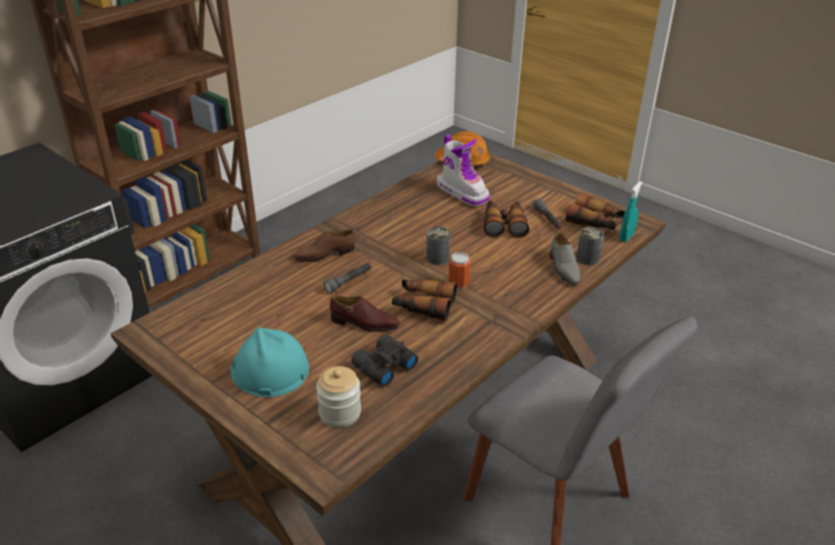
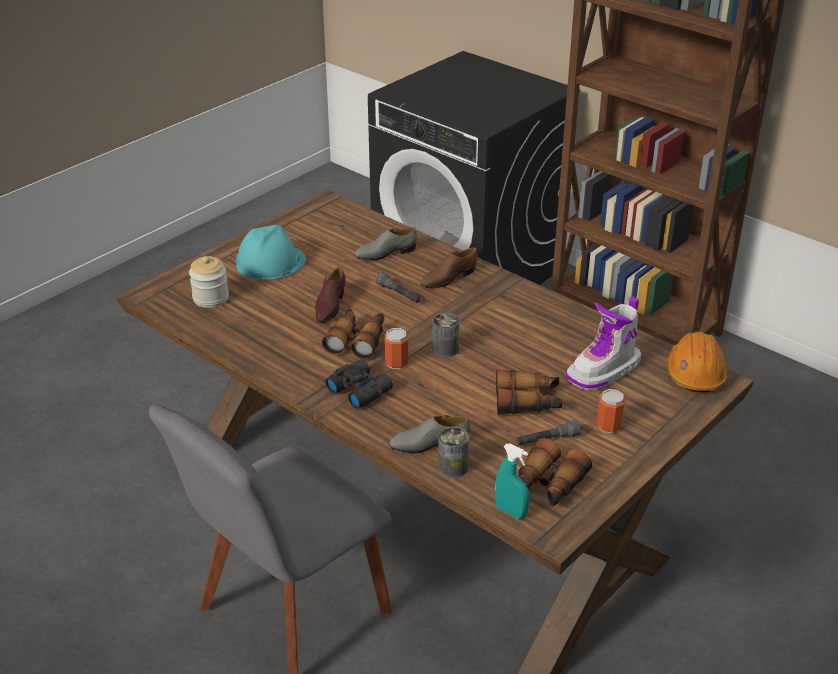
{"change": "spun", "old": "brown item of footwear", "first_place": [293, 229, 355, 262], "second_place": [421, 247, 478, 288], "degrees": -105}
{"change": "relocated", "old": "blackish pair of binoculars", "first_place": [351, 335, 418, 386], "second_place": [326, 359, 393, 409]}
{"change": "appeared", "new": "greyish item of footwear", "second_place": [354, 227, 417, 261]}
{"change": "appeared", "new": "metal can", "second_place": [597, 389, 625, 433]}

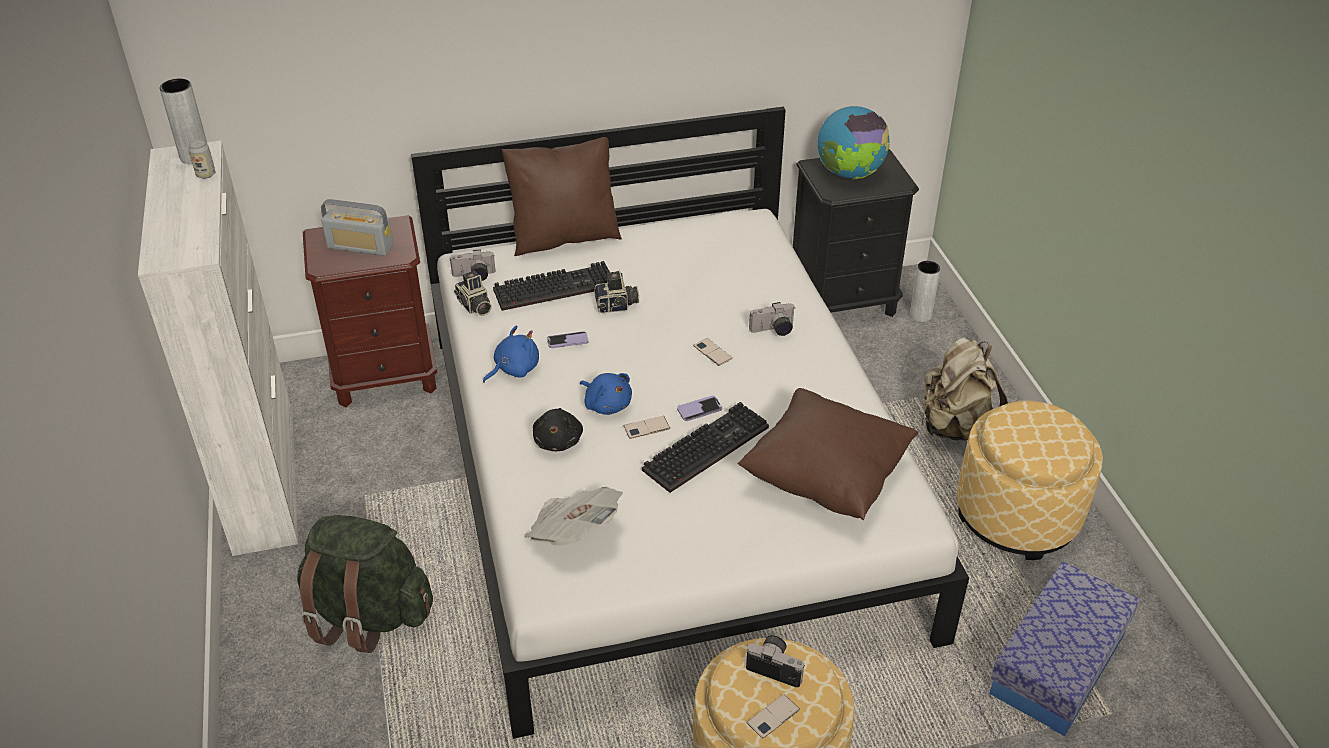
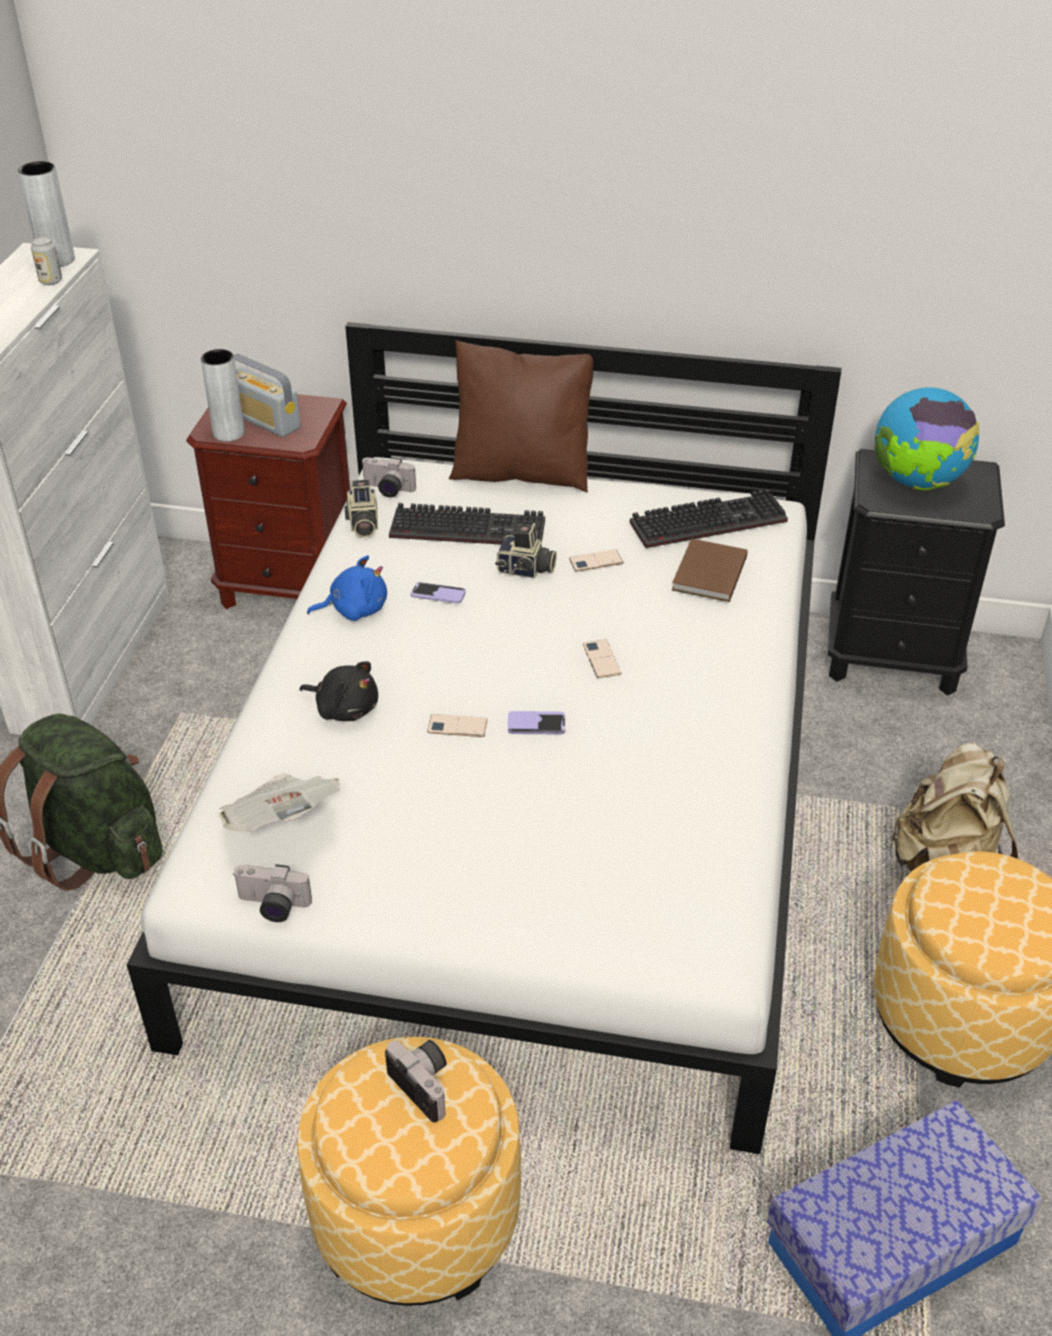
{"change": "relocated", "old": "greyish vase", "first_place": [910, 261, 940, 322], "second_place": [201, 349, 245, 441]}
{"change": "relocated", "old": "still camera", "first_place": [749, 302, 795, 336], "second_place": [232, 864, 312, 922]}
{"change": "missing", "old": "bluish cuddly toy", "first_place": [580, 373, 632, 415]}
{"change": "missing", "old": "brown throw pillow", "first_place": [738, 388, 919, 520]}
{"change": "relocated", "old": "PC keyboard", "first_place": [642, 402, 769, 493], "second_place": [630, 489, 788, 548]}
{"change": "spun", "old": "blackish cuddly toy", "first_place": [533, 408, 583, 451], "second_place": [299, 661, 378, 721], "degrees": -90}
{"change": "relocated", "old": "phone", "first_place": [747, 694, 800, 739], "second_place": [569, 549, 624, 572]}
{"change": "appeared", "new": "brown bound book", "second_place": [672, 539, 748, 602]}

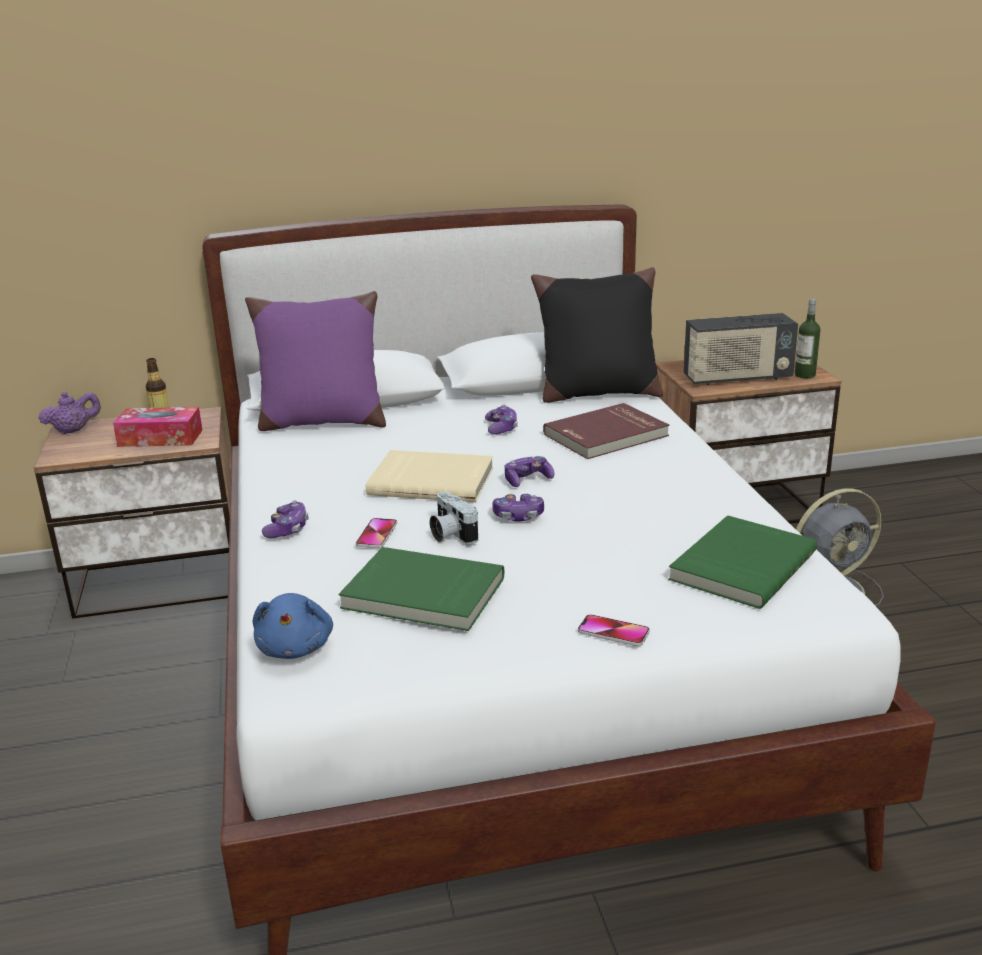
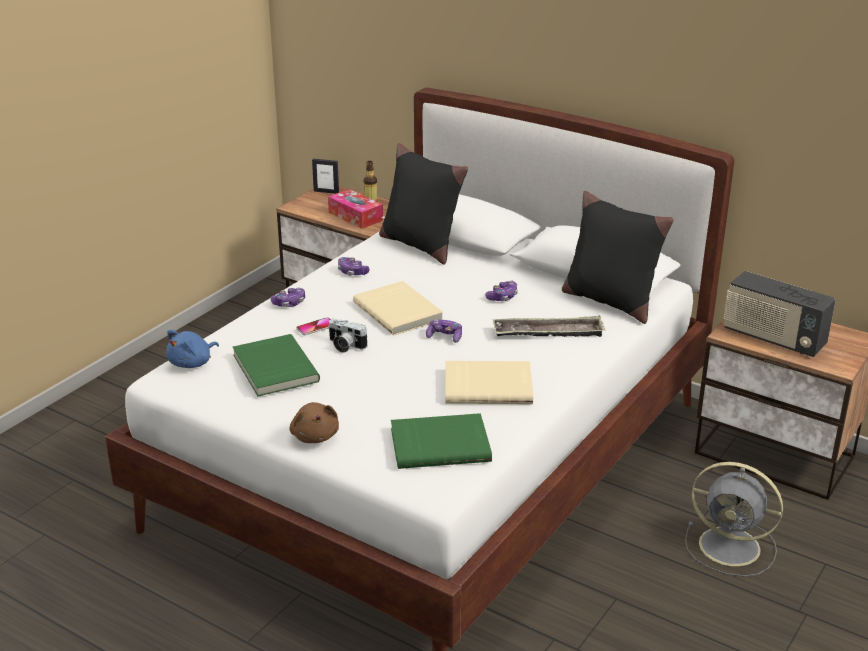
{"change": "colour", "old": "purple-coloured throw pillow", "new": "blackish throw pillow", "first_place": [245, 291, 386, 431], "second_place": [379, 143, 468, 265]}
{"change": "missing", "old": "drink bottle", "first_place": [795, 299, 820, 378]}
{"change": "exchanged", "old": "purple-coloured tea pot", "new": "standing frame", "first_place": [38, 391, 101, 434], "second_place": [312, 159, 339, 194]}
{"change": "exchanged", "old": "red-coloured bound book", "new": "serving tray", "first_place": [543, 403, 669, 459], "second_place": [493, 316, 606, 337]}
{"change": "spun", "old": "still camera", "first_place": [430, 492, 478, 544], "second_place": [328, 319, 367, 353], "degrees": -75}
{"change": "relocated", "old": "game controller", "first_place": [492, 493, 544, 522], "second_place": [338, 257, 370, 275]}
{"change": "exchanged", "old": "phone", "new": "brown cuddly toy", "first_place": [578, 614, 650, 646], "second_place": [290, 402, 339, 443]}
{"change": "appeared", "new": "beige bound book", "second_place": [445, 361, 533, 404]}

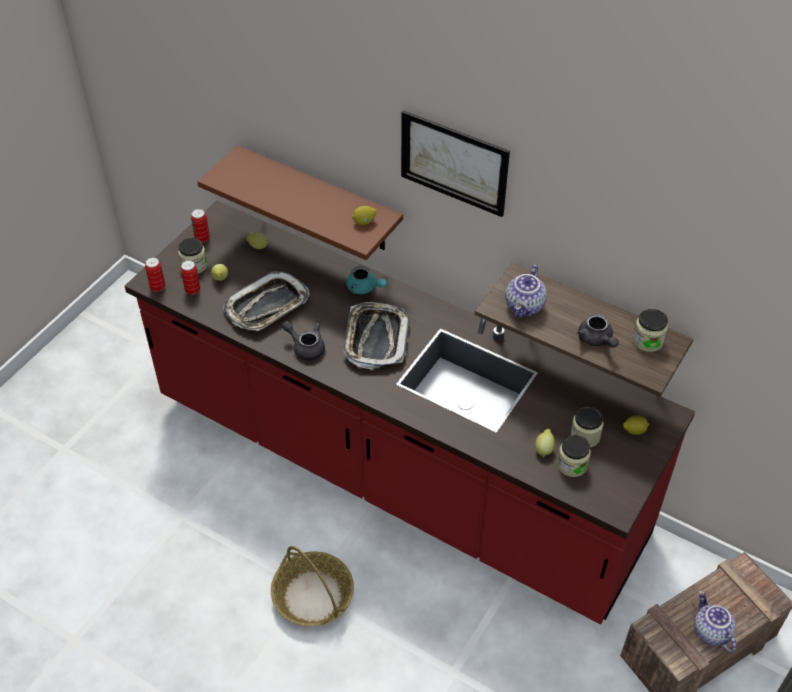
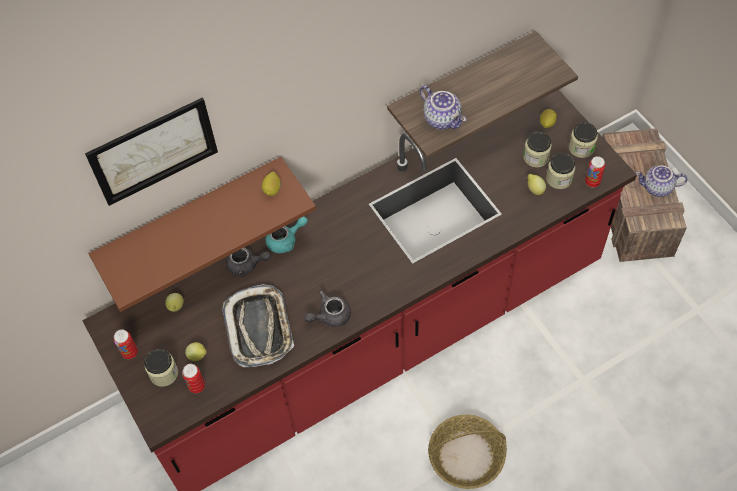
{"change": "relocated", "old": "picture", "first_place": [401, 110, 510, 217], "second_place": [85, 97, 218, 206]}
{"change": "relocated", "old": "metal can", "first_place": [145, 257, 165, 292], "second_place": [585, 156, 605, 188]}
{"change": "missing", "old": "serving tray", "first_place": [343, 302, 409, 369]}
{"change": "relocated", "old": "jar", "first_place": [633, 309, 668, 352], "second_place": [569, 122, 598, 158]}
{"change": "relocated", "old": "greyish tea pot", "first_place": [577, 314, 619, 348], "second_place": [226, 247, 271, 277]}

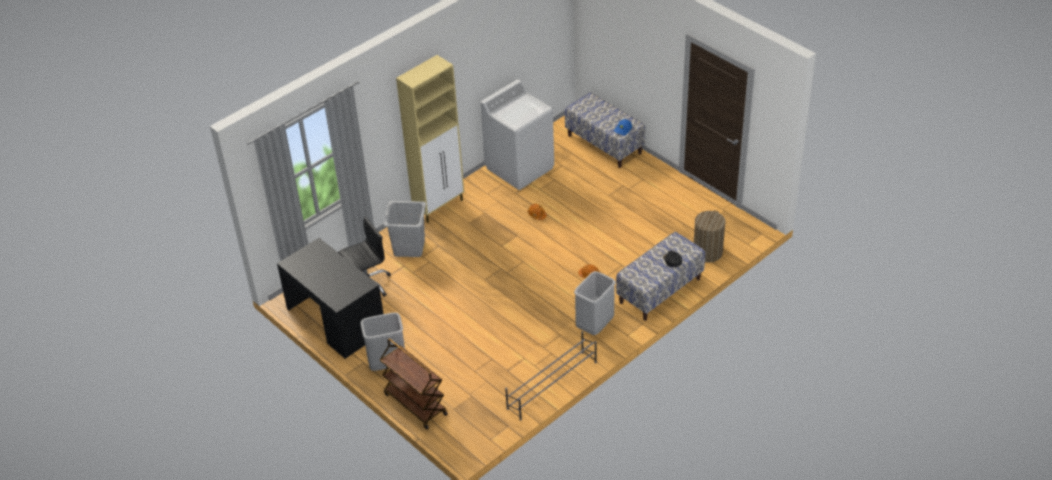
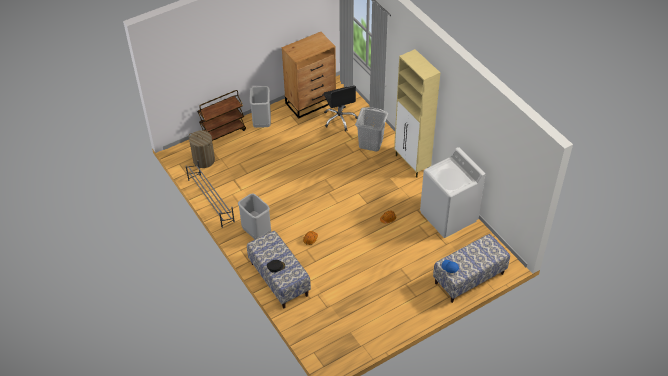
{"change": "relocated", "old": "washing basket", "first_place": [694, 210, 726, 263], "second_place": [189, 130, 215, 168]}
{"change": "exchanged", "old": "blackish desk unit", "new": "brown drawer chest", "first_place": [277, 238, 383, 359], "second_place": [282, 32, 336, 119]}

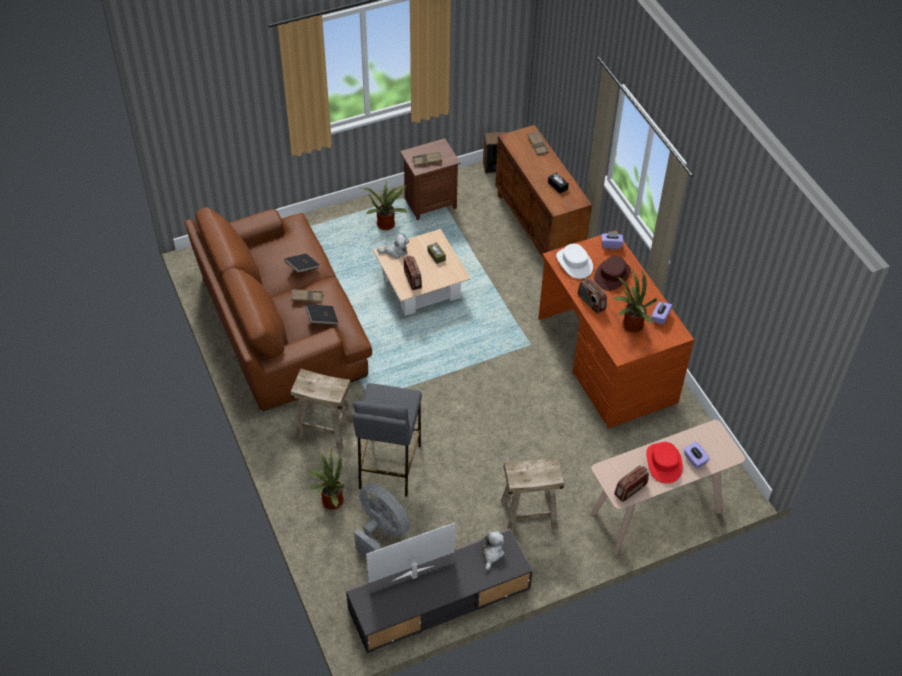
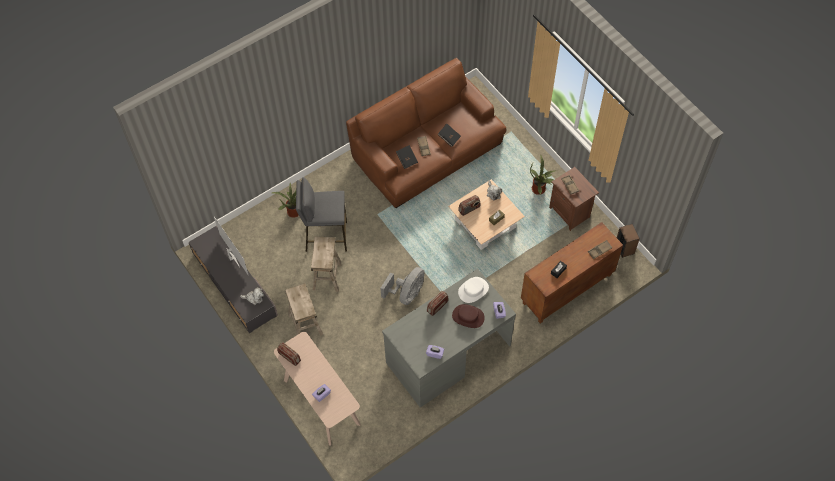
{"change": "colour", "old": "brown desk unit", "new": "greyish desk unit", "first_place": [538, 230, 694, 429], "second_place": [382, 269, 516, 407]}
{"change": "missing", "old": "potted plant", "first_place": [612, 269, 657, 333]}
{"change": "relocated", "old": "beige sitting stool", "first_place": [291, 369, 353, 450], "second_place": [311, 237, 342, 292]}
{"change": "missing", "old": "red-coloured clothing hat", "first_place": [646, 442, 683, 483]}
{"change": "relocated", "old": "greyish cooling fan", "first_place": [354, 484, 410, 557], "second_place": [381, 267, 425, 305]}

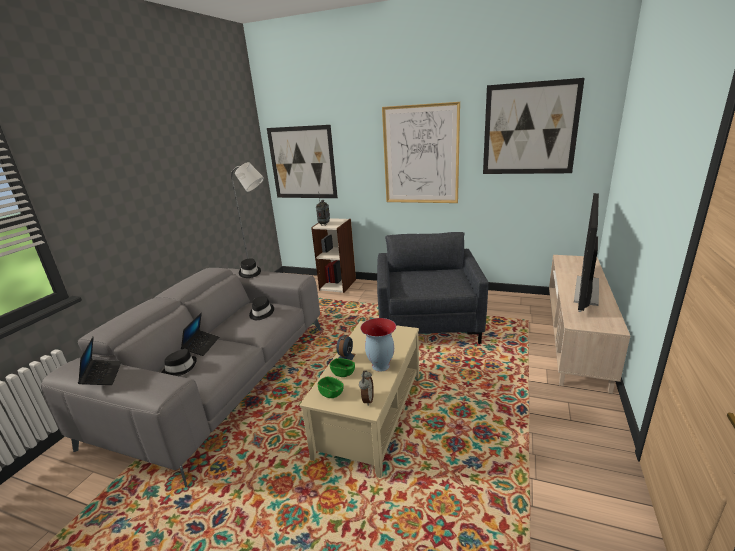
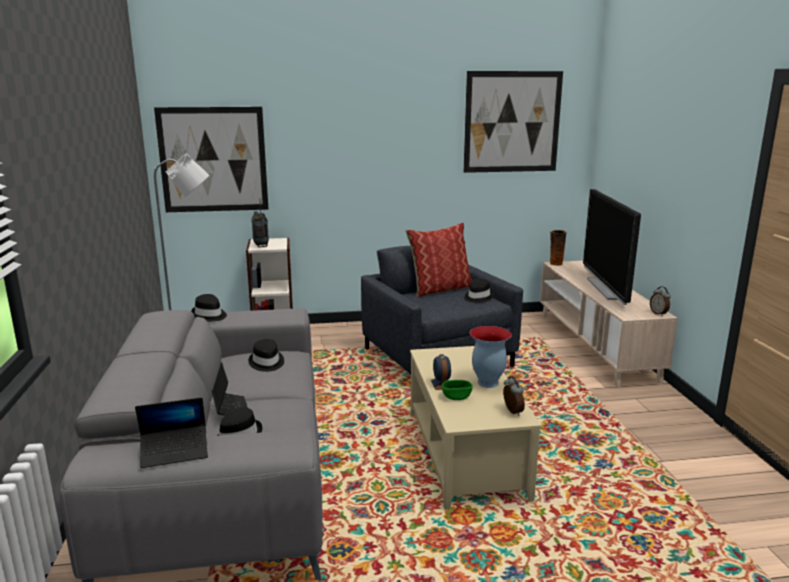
{"change": "missing", "old": "picture", "first_place": [382, 102, 460, 203]}
{"change": "spun", "old": "portable computer", "first_place": [78, 336, 122, 385], "second_place": [135, 397, 208, 468], "degrees": 120}
{"change": "missing", "old": "green bowl", "first_place": [317, 376, 344, 398]}
{"change": "appeared", "new": "throw pillow", "second_place": [406, 222, 472, 297]}
{"change": "appeared", "new": "vase", "second_place": [550, 230, 567, 266]}
{"change": "appeared", "new": "blackish clothing hat", "second_place": [464, 279, 494, 303]}
{"change": "appeared", "new": "bedside clock", "second_place": [650, 286, 671, 316]}

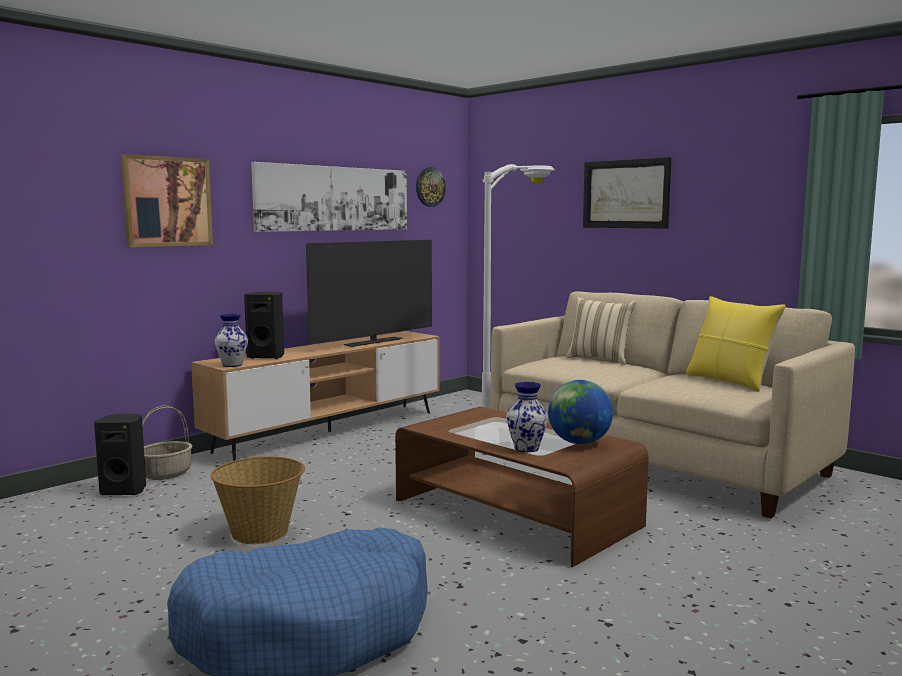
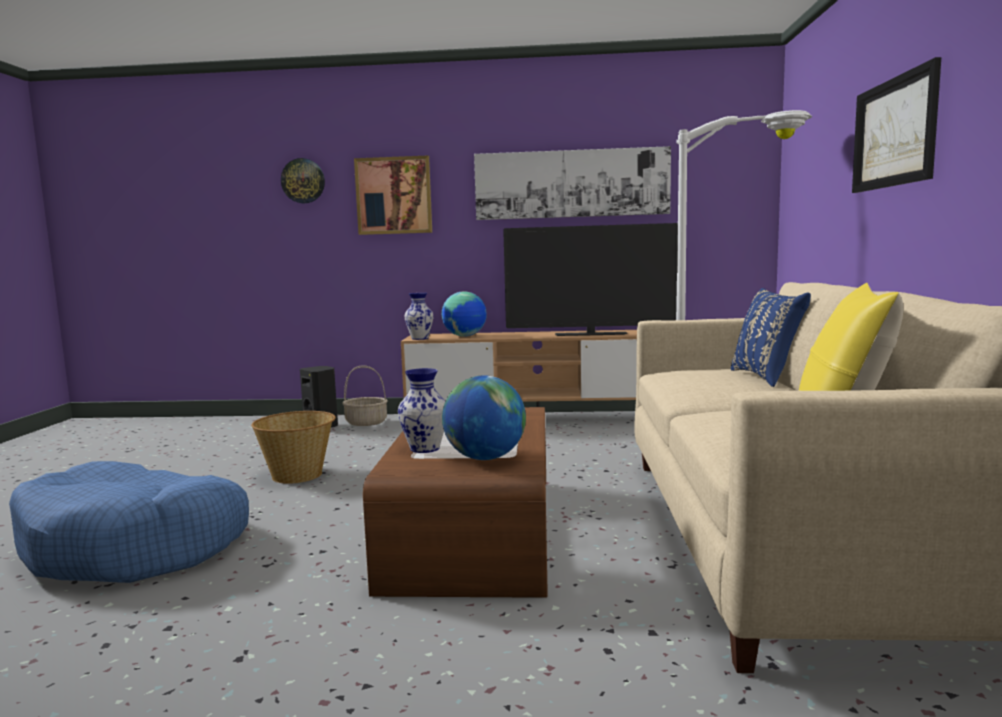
{"change": "relocated", "old": "hanging clock", "first_place": [416, 167, 446, 207], "second_place": [281, 158, 325, 203]}
{"change": "exchanged", "old": "blackish speaker", "new": "world globe", "first_place": [244, 292, 284, 359], "second_place": [442, 291, 487, 337]}
{"change": "colour", "old": "beige throw pillow", "new": "bluish throw pillow", "first_place": [566, 297, 636, 365], "second_place": [731, 288, 811, 387]}

